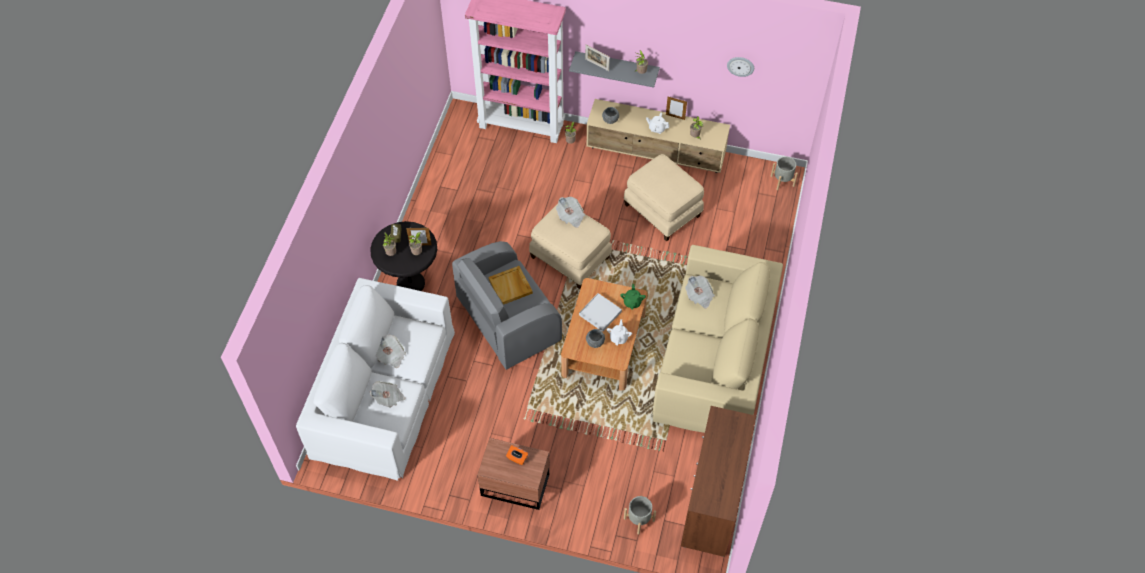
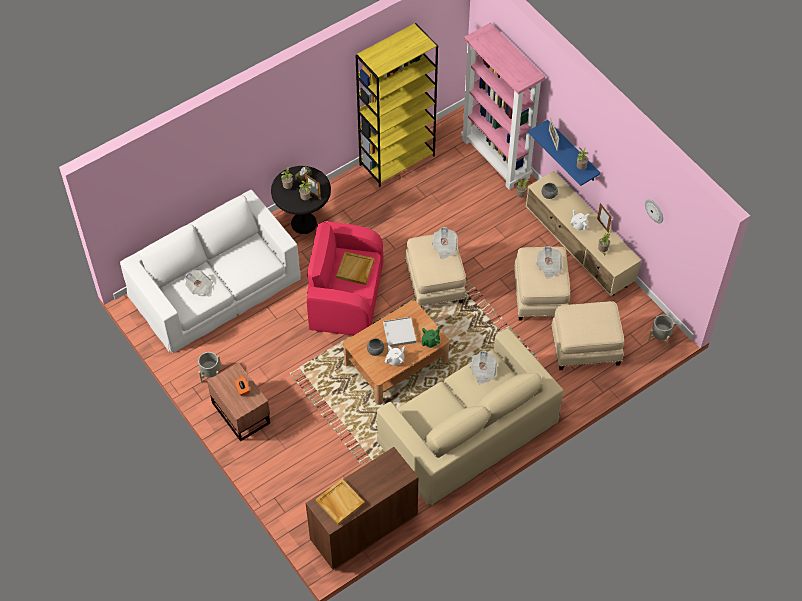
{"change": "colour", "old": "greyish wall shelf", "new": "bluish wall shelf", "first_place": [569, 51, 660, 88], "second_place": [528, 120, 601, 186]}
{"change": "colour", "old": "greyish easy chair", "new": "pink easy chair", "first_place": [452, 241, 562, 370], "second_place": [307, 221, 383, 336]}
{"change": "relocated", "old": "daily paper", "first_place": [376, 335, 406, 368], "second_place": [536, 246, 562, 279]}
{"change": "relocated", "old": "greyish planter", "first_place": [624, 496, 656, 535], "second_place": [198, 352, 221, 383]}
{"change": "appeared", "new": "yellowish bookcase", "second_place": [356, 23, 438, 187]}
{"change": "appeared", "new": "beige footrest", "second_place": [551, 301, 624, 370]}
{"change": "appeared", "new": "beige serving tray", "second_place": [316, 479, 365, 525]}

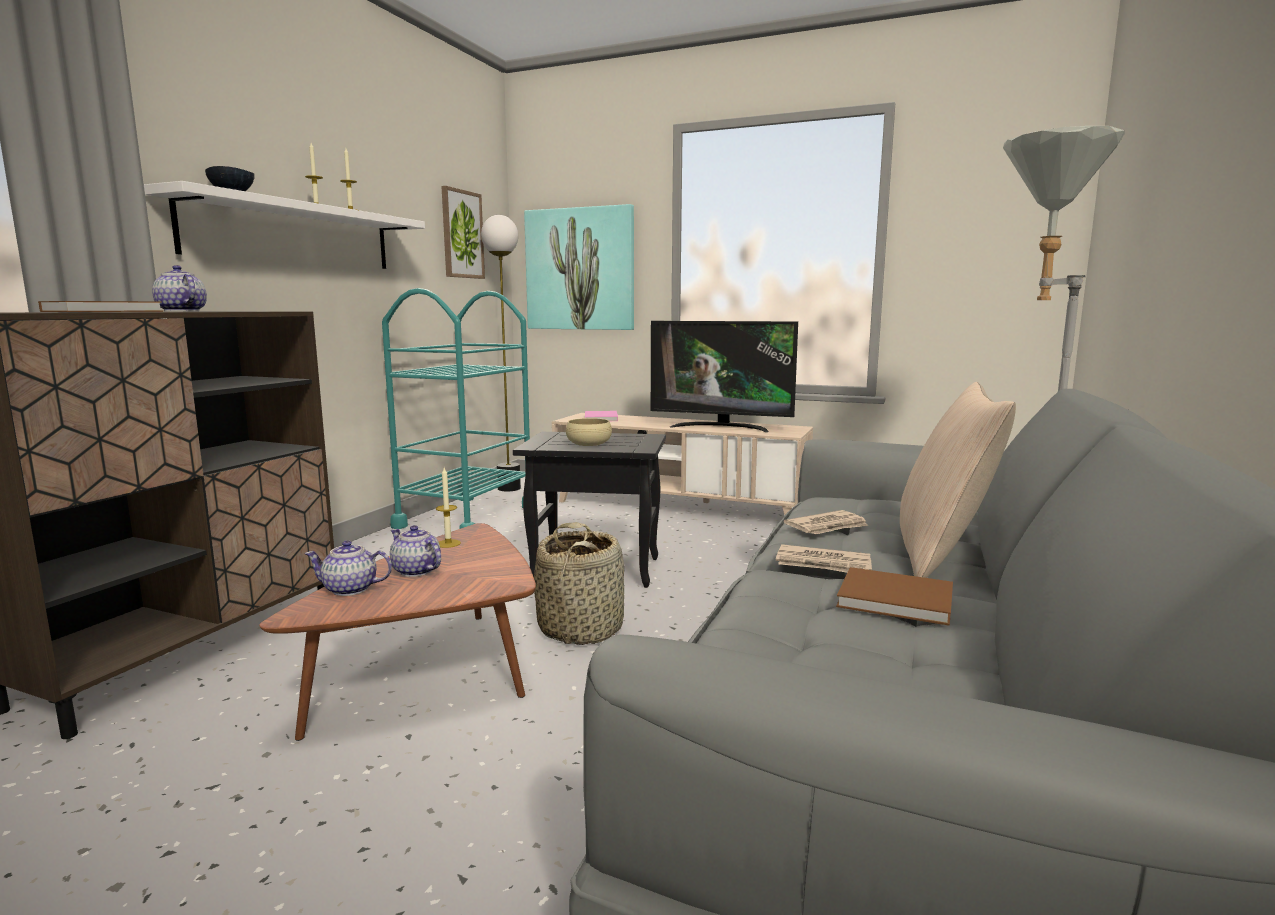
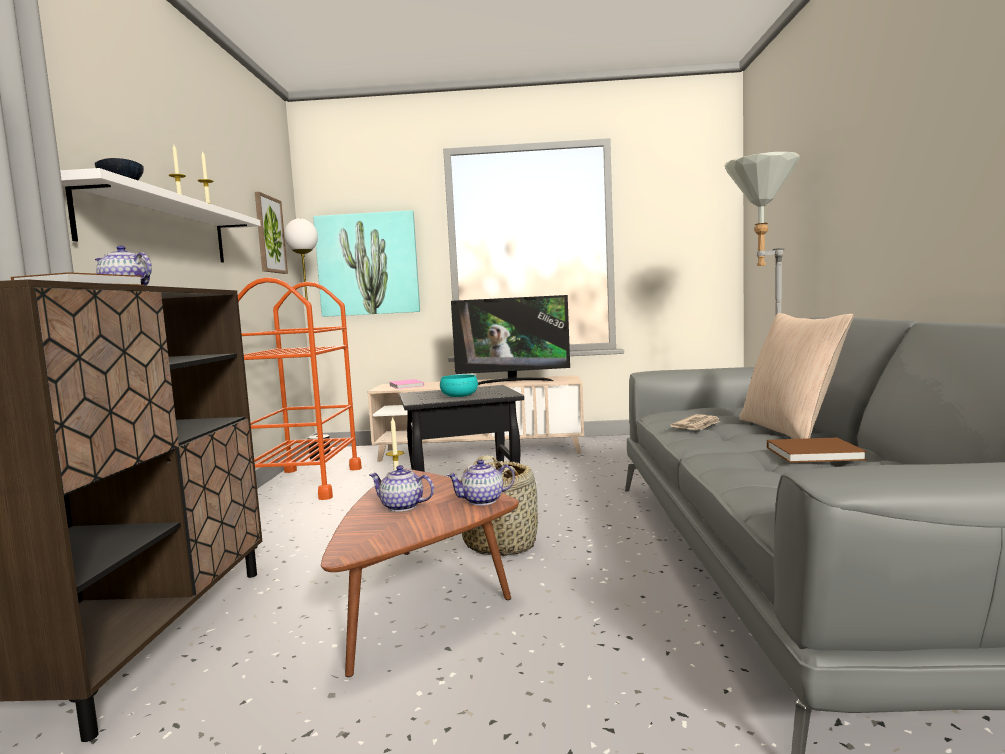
{"change": "colour", "old": "turquoise trolley", "new": "orange-coloured trolley", "first_place": [382, 288, 530, 529], "second_place": [238, 277, 362, 500]}
{"change": "colour", "old": "beige bowl", "new": "turquoise bowl", "first_place": [566, 418, 612, 446], "second_place": [440, 374, 478, 397]}
{"change": "relocated", "old": "tea pot", "first_place": [304, 541, 392, 596], "second_place": [446, 460, 515, 505]}
{"change": "missing", "old": "daily paper", "first_place": [776, 544, 872, 573]}

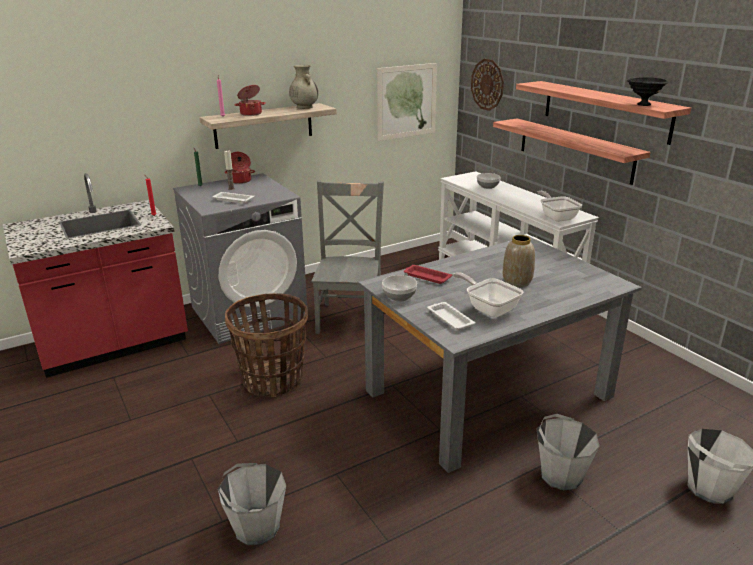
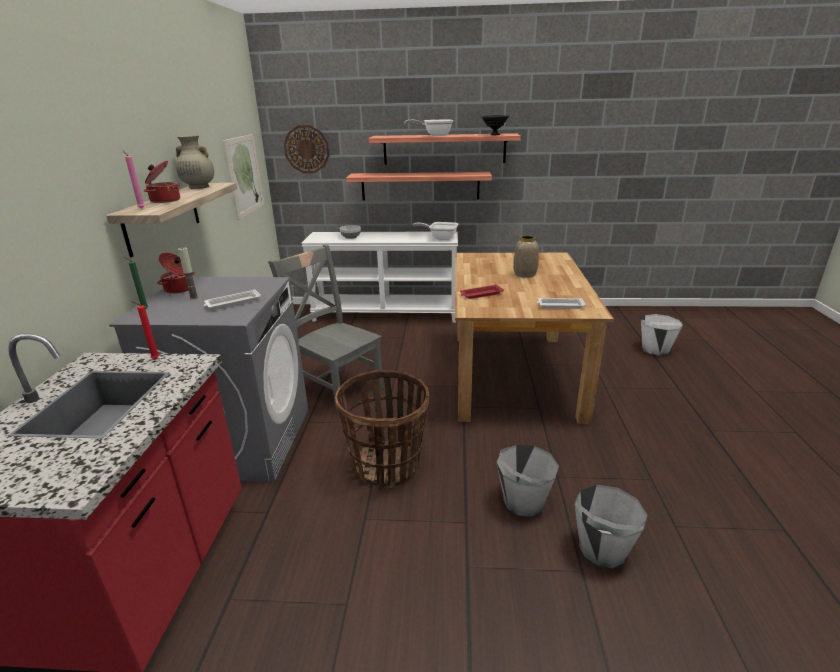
{"change": "colour", "old": "greyish dining table", "new": "brown dining table", "first_place": [357, 236, 642, 473], "second_place": [455, 253, 614, 424]}
{"change": "relocated", "old": "pan", "first_place": [453, 272, 523, 318], "second_place": [404, 119, 453, 136]}
{"change": "missing", "old": "bowl", "first_place": [382, 275, 417, 302]}
{"change": "relocated", "old": "greyish water bucket", "first_place": [537, 414, 600, 490], "second_place": [496, 445, 559, 517]}

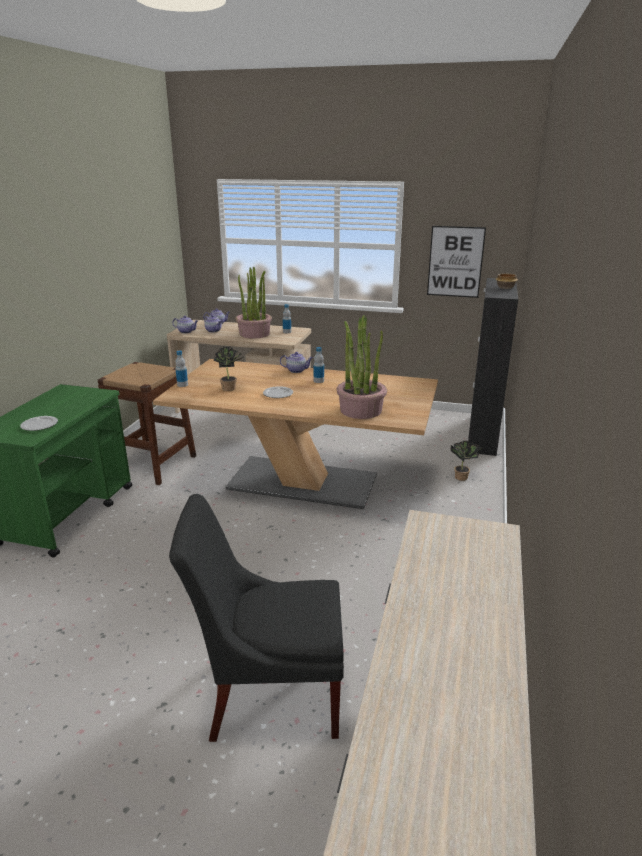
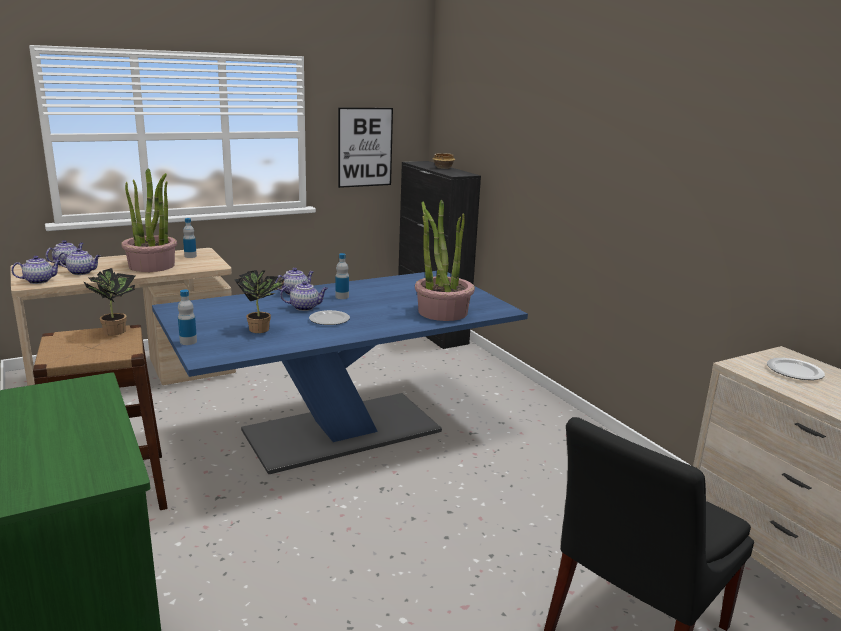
{"change": "colour", "old": "beige dining table", "new": "bluish dining table", "first_place": [153, 359, 438, 509], "second_place": [152, 271, 528, 474]}
{"change": "relocated", "old": "plate", "first_place": [20, 416, 58, 431], "second_place": [767, 358, 825, 380]}
{"change": "relocated", "old": "potted plant", "first_place": [451, 441, 482, 481], "second_place": [84, 268, 135, 335]}
{"change": "appeared", "new": "tea pot", "second_place": [280, 281, 328, 311]}

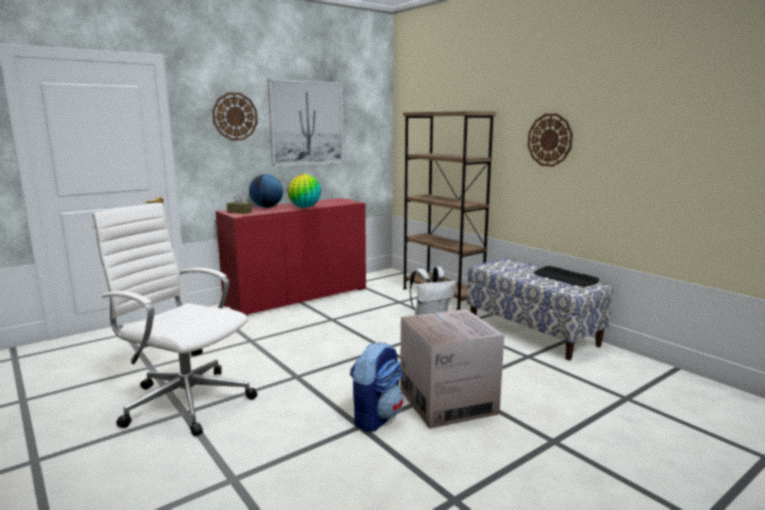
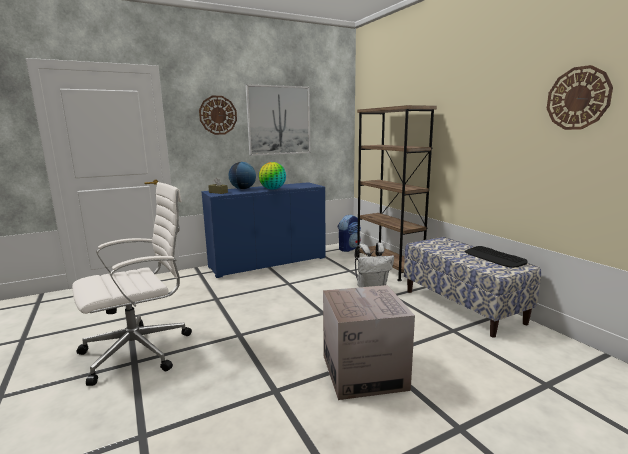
{"change": "relocated", "old": "hanging clock", "first_place": [528, 114, 573, 167], "second_place": [547, 65, 613, 130]}
{"change": "colour", "old": "red-coloured cupboard", "new": "bluish cupboard", "first_place": [216, 198, 366, 316], "second_place": [201, 182, 326, 278]}
{"change": "spun", "old": "white-coloured computer chair", "first_place": [92, 202, 258, 436], "second_place": [72, 182, 192, 386], "degrees": 105}
{"change": "relocated", "old": "knapsack", "first_place": [350, 342, 403, 432], "second_place": [338, 214, 361, 252]}

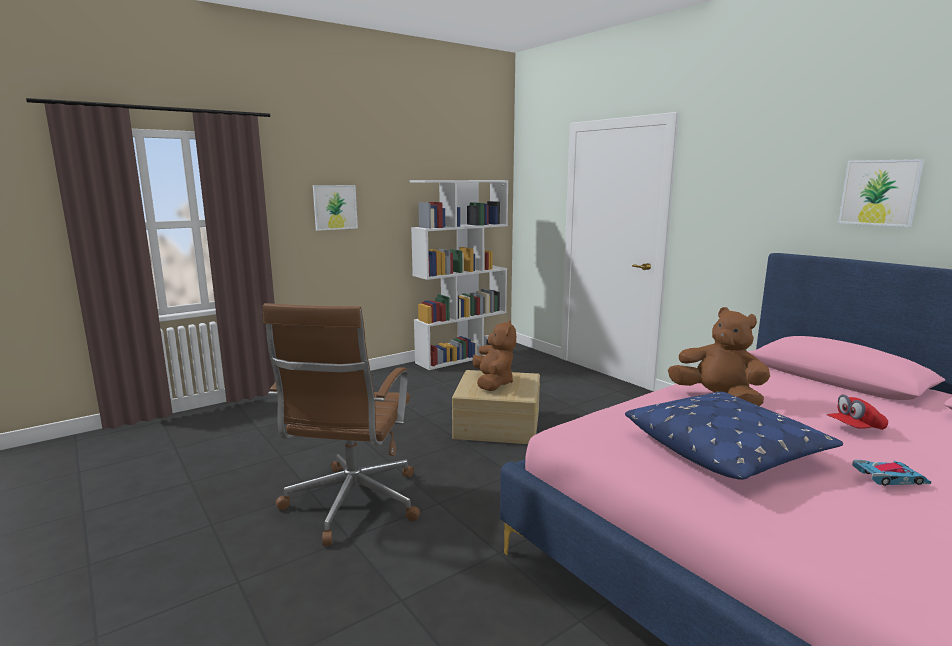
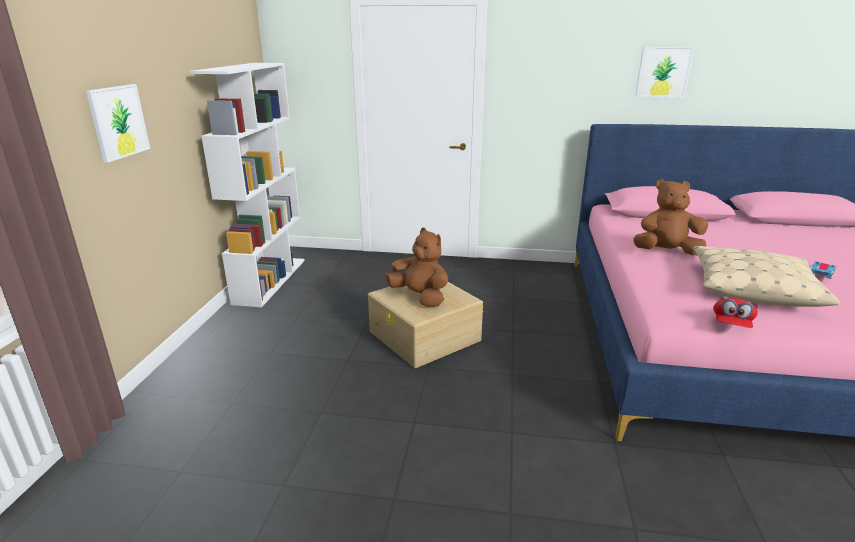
{"change": "missing", "old": "brown computer chair", "first_place": [263, 303, 420, 546]}
{"change": "colour", "old": "bluish throw pillow", "new": "beige throw pillow", "first_place": [625, 391, 843, 480], "second_place": [693, 246, 840, 307]}
{"change": "relocated", "old": "red-coloured baseball cap", "first_place": [827, 394, 888, 430], "second_place": [713, 298, 758, 328]}

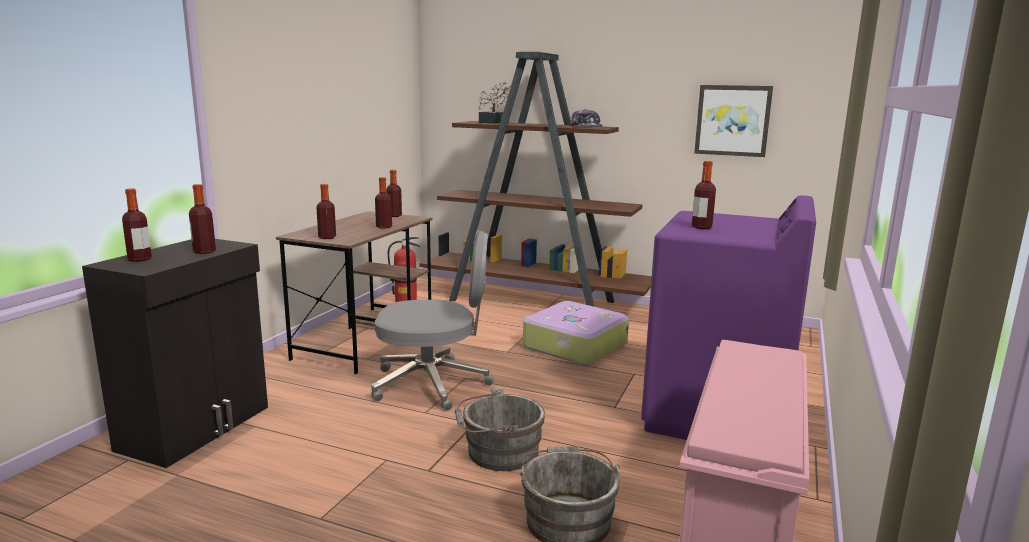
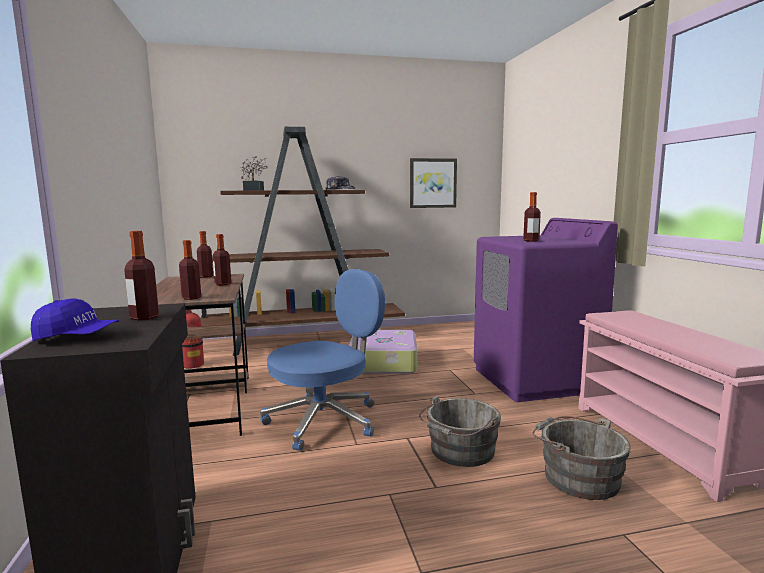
{"change": "exchanged", "old": "drink bottle", "new": "bluish baseball cap", "first_place": [122, 188, 152, 262], "second_place": [31, 299, 119, 341]}
{"change": "colour", "old": "greyish computer chair", "new": "bluish computer chair", "first_place": [371, 231, 494, 411], "second_place": [260, 269, 385, 451]}

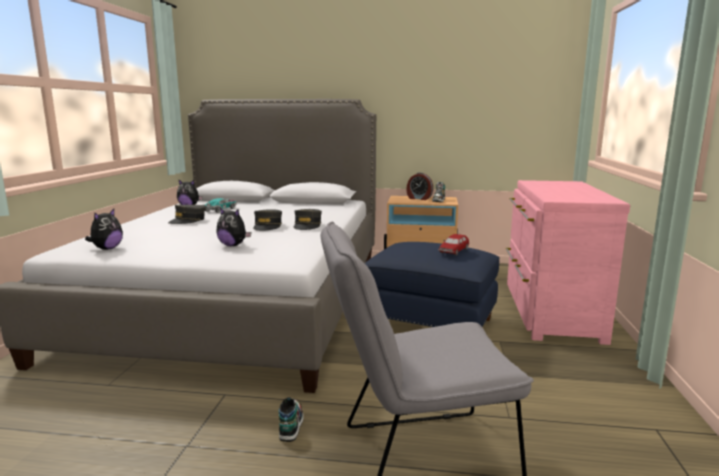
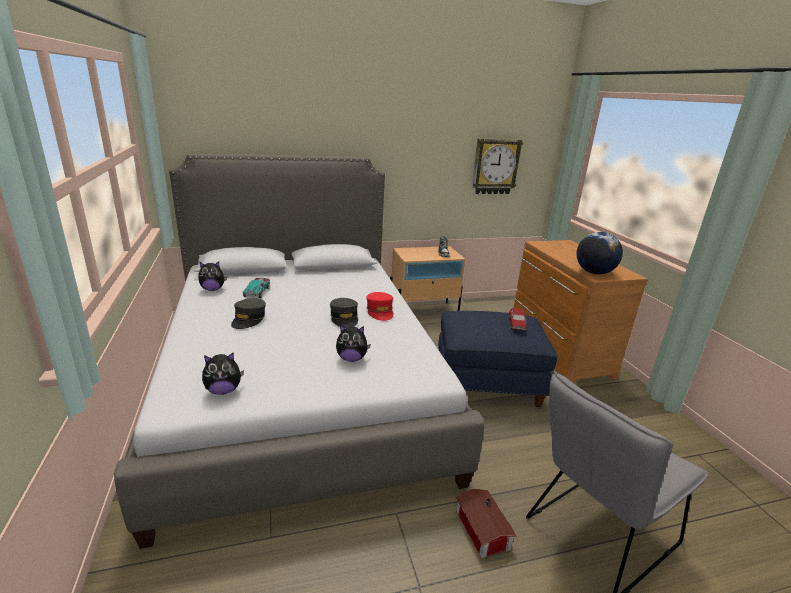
{"change": "missing", "old": "bedside clock", "first_place": [406, 172, 433, 200]}
{"change": "colour", "old": "pink drawer chest", "new": "brown drawer chest", "first_place": [506, 180, 630, 345], "second_place": [514, 240, 648, 384]}
{"change": "spun", "old": "cuddly toy", "first_place": [85, 209, 123, 250], "second_place": [202, 353, 244, 395], "degrees": 75}
{"change": "colour", "old": "greyish baseball cap", "new": "red-coloured baseball cap", "first_place": [294, 209, 322, 230], "second_place": [366, 292, 394, 321]}
{"change": "exchanged", "old": "item of footwear", "new": "toy house", "first_place": [279, 397, 303, 442], "second_place": [456, 489, 517, 558]}
{"change": "appeared", "new": "hanging clock", "second_place": [472, 138, 523, 194]}
{"change": "appeared", "new": "world globe", "second_place": [576, 232, 623, 274]}

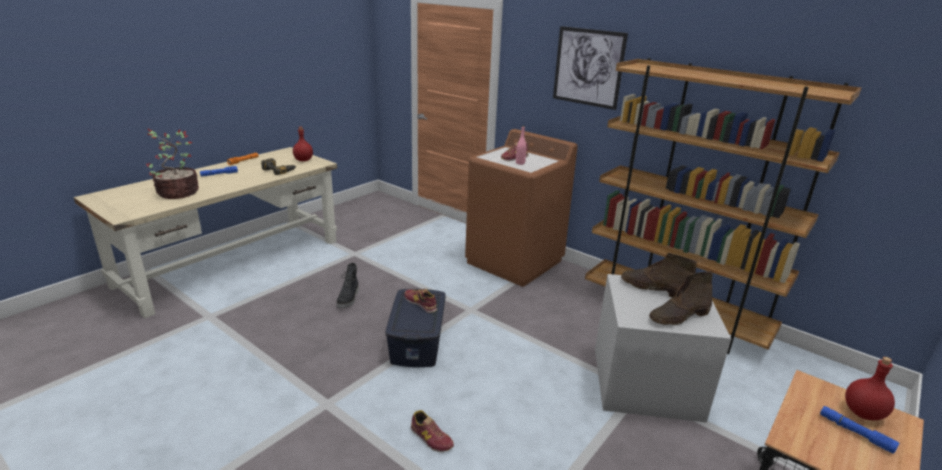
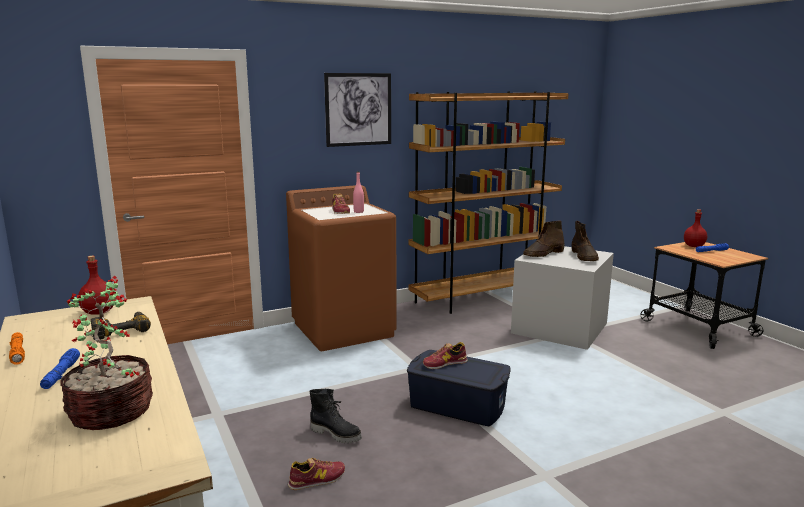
{"change": "relocated", "old": "item of footwear", "first_place": [411, 410, 454, 452], "second_place": [288, 458, 345, 490]}

